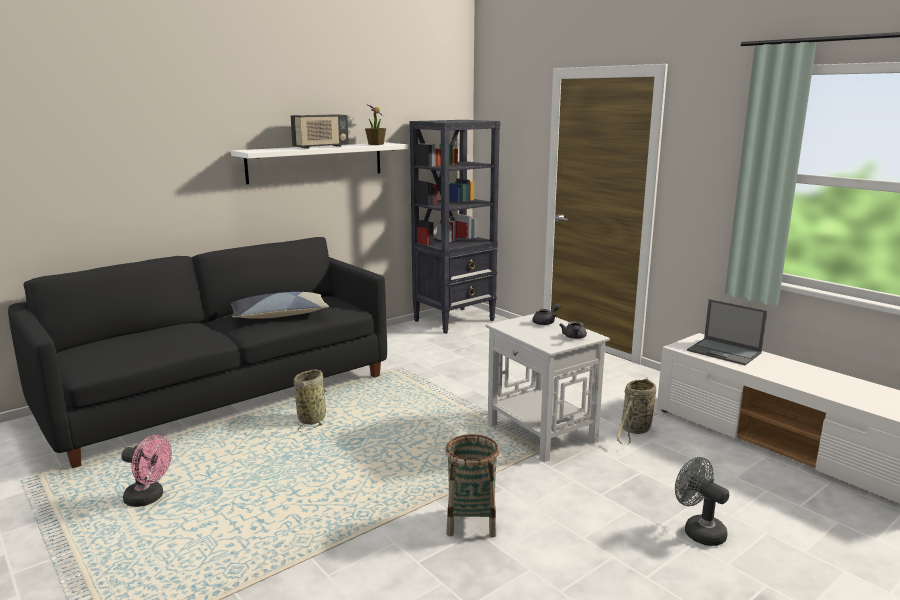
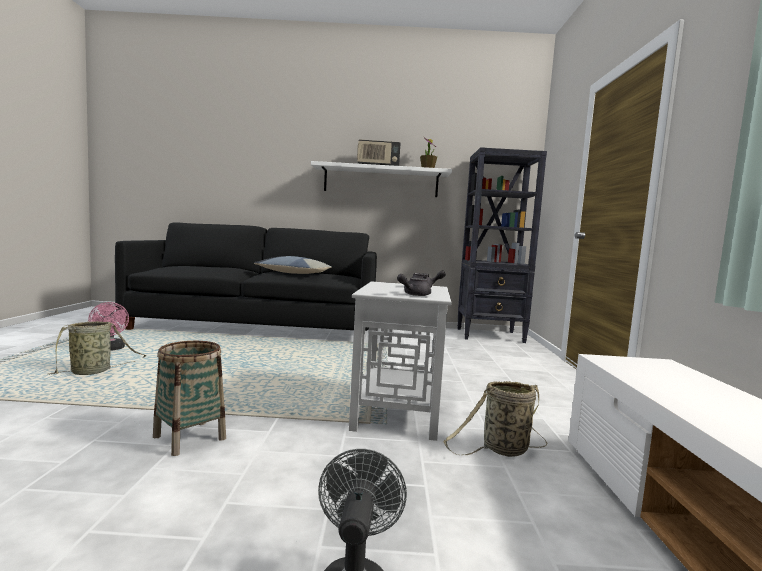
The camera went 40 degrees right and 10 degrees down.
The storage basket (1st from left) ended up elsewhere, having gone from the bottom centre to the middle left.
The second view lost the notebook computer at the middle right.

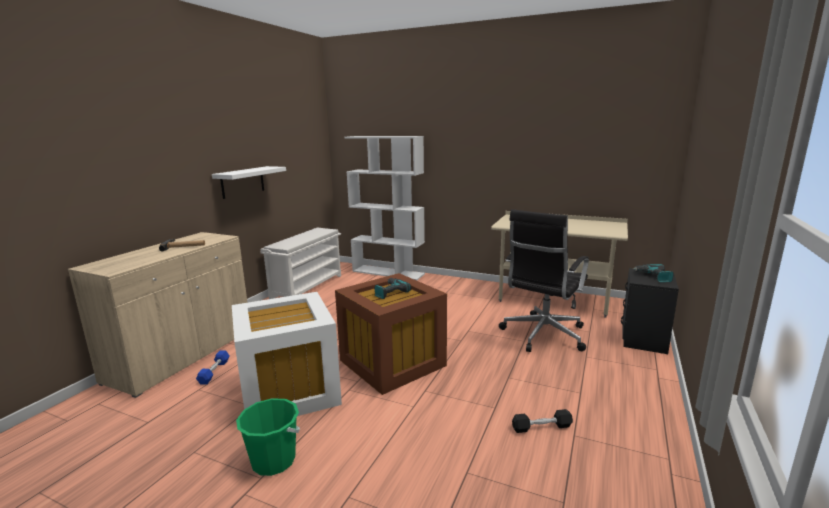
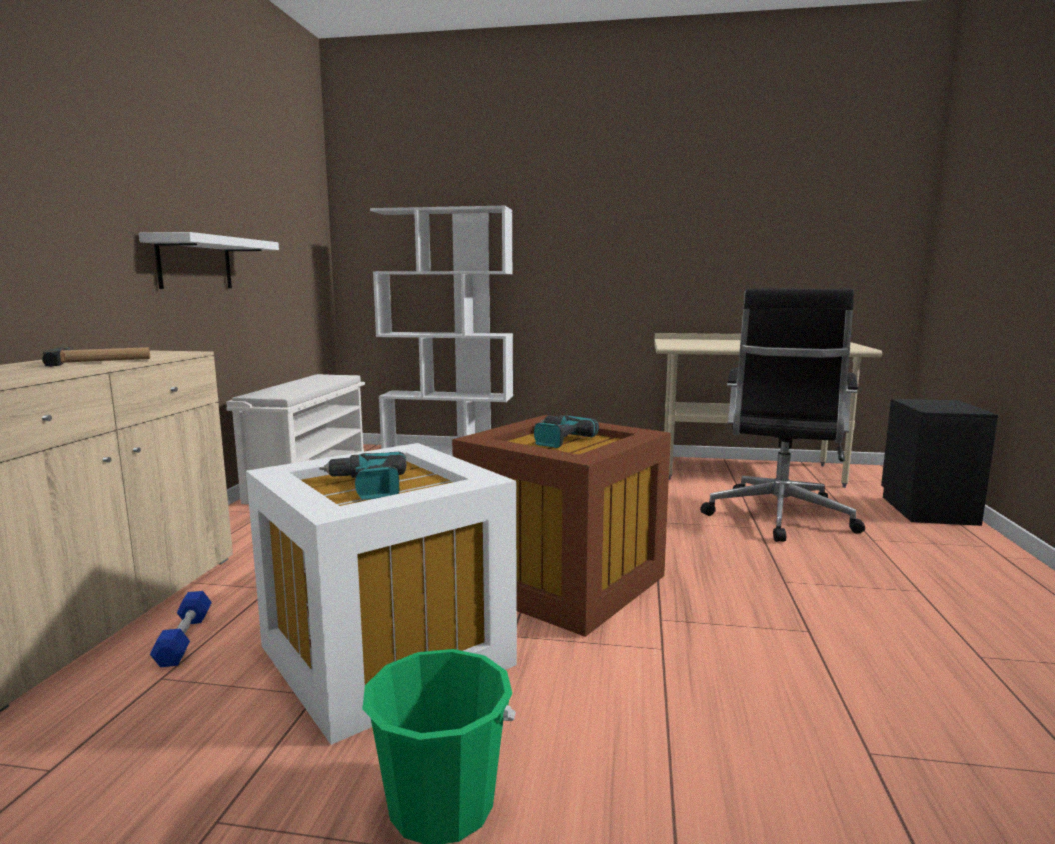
The camera went 15 degrees left and 5 degrees down.
The second view lost the hand weight (blackish) at the bottom centre.
The electric drill (2nd from left in the first image) ended up elsewhere, having gone from the middle right to the centre.

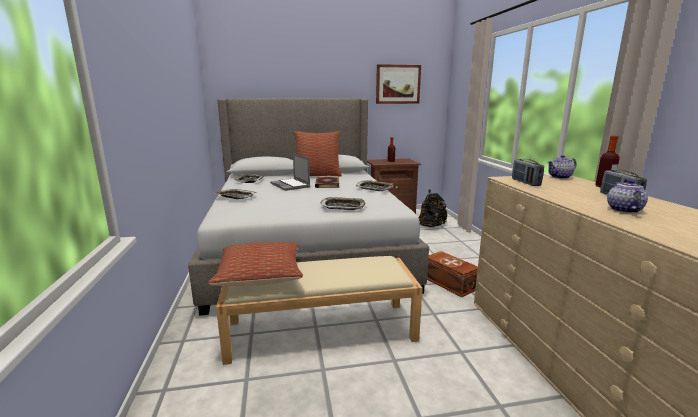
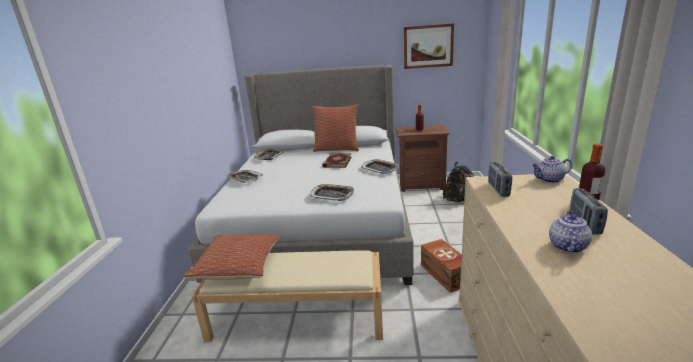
The camera went 15 degrees right and 5 degrees up.
The second view lost the notebook computer at the centre.

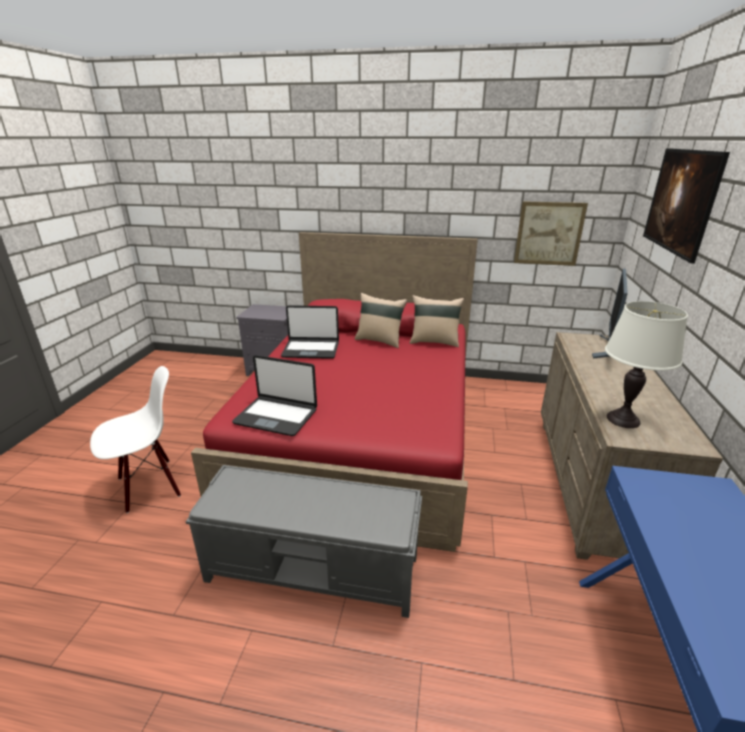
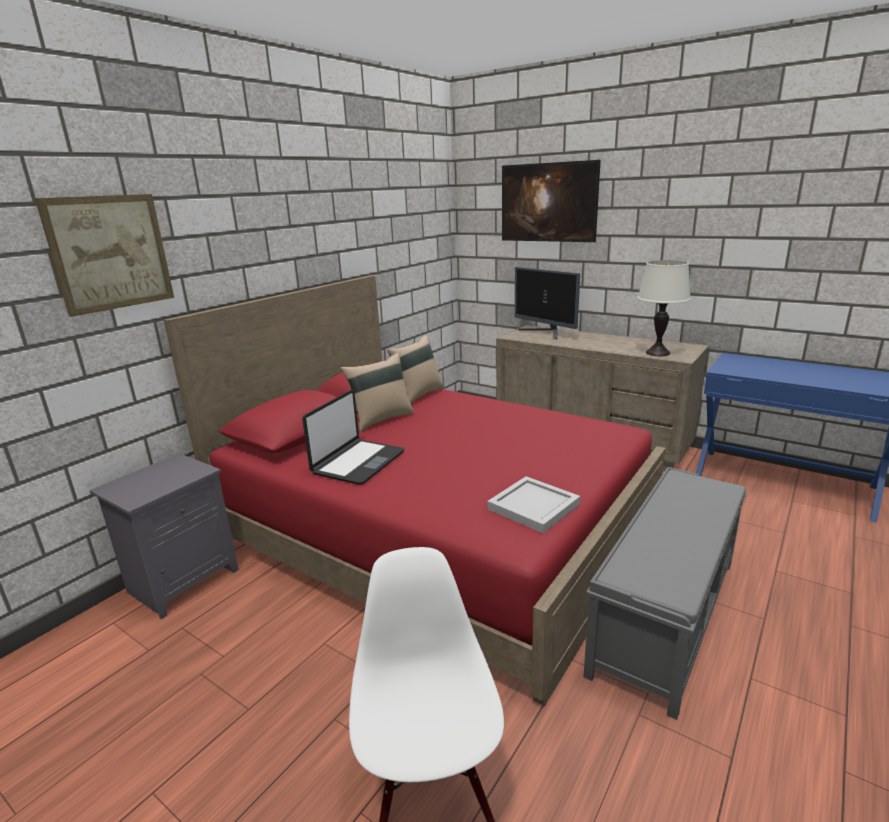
The camera went 65 degrees left and 5 degrees down.
Where the notebook computer (1st from left) stood at the centre, the serving tray (whitish) came to stand at the centre.
The wall art (1st from left) ended up elsewhere, having gone from the top right to the top left.

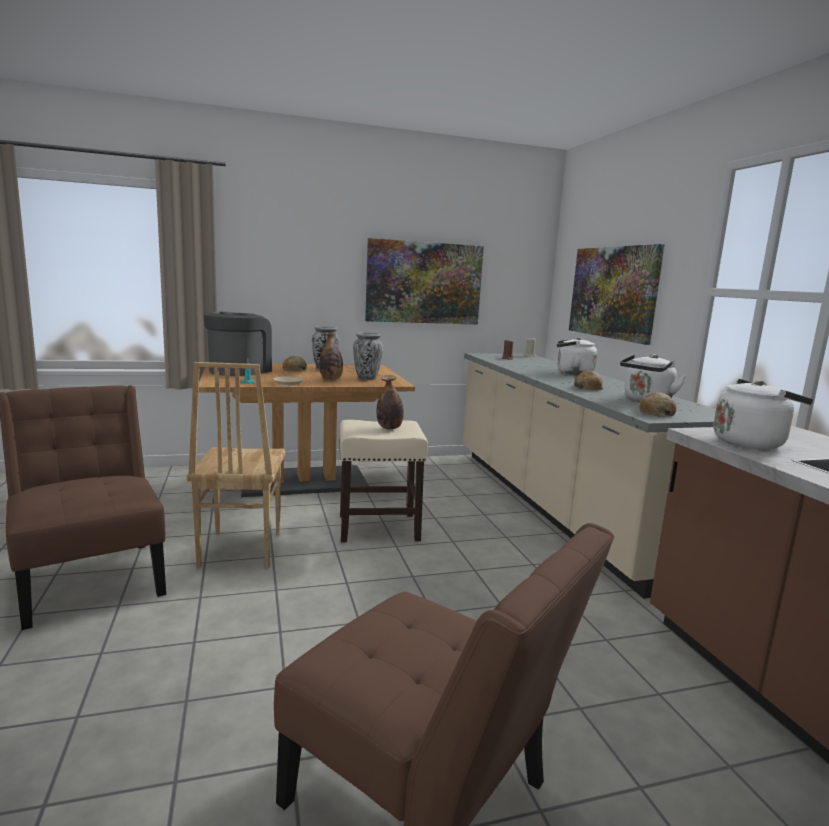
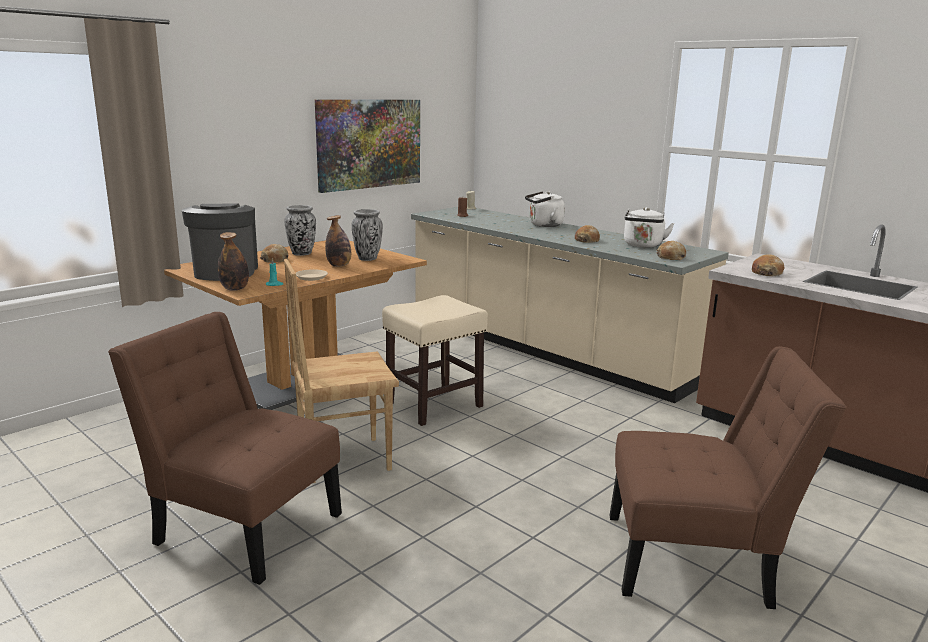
The camera went 30 degrees left and 5 degrees up.
The upright chair (brownish) (2nd from left) at the middle left ended up facing another way, 105 degrees clockwise from before.
The beverage bottle (2nd from left in the first image) ended up elsewhere, having gone from the centre to the middle left.
The second view lost the wall art (2nd from left) at the middle right.
Where the kettle (whitish) (3rd from left) stood at the middle right, the bread (4th from left) came to stand at the middle right.

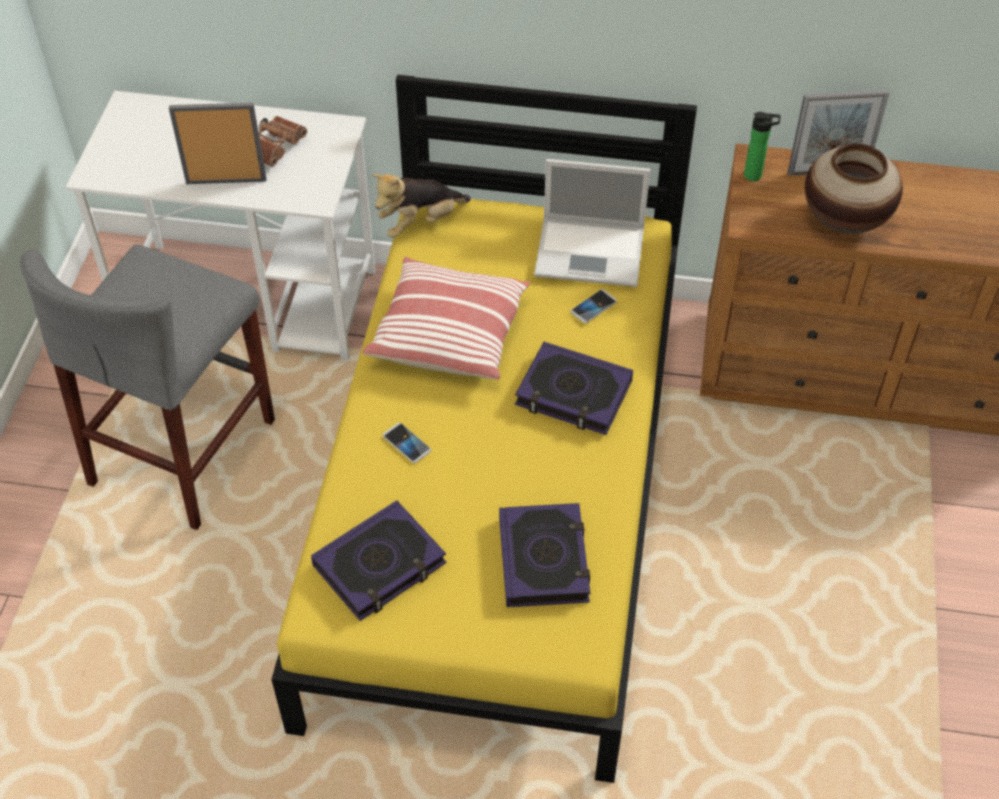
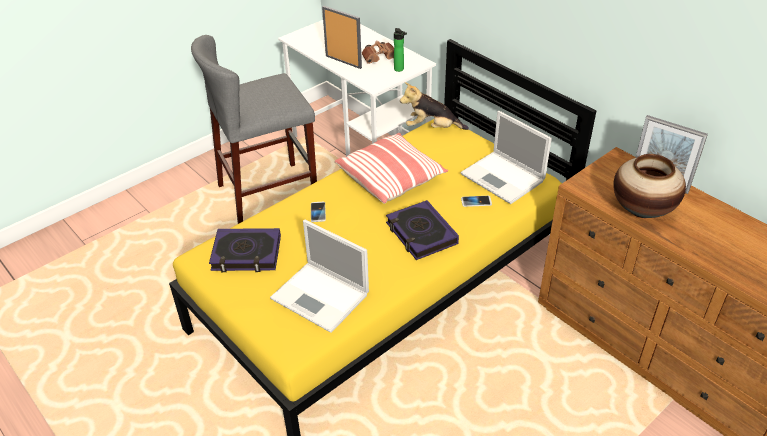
The camera went 40 degrees right and 10 degrees down.
Where the volume (2nd from left) stood at the bottom centre, the notebook computer (1st from left) came to stand at the centre.
The beverage bottle ended up elsewhere, having gone from the top right to the top centre.

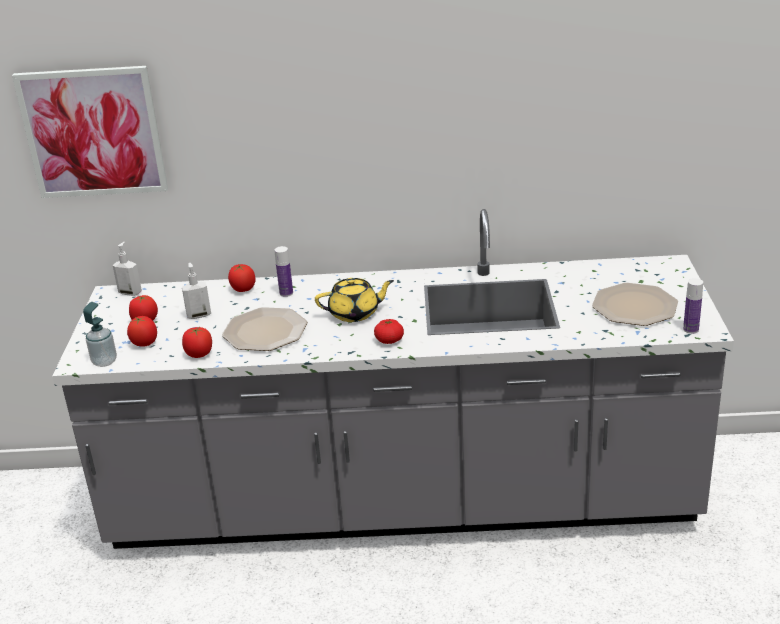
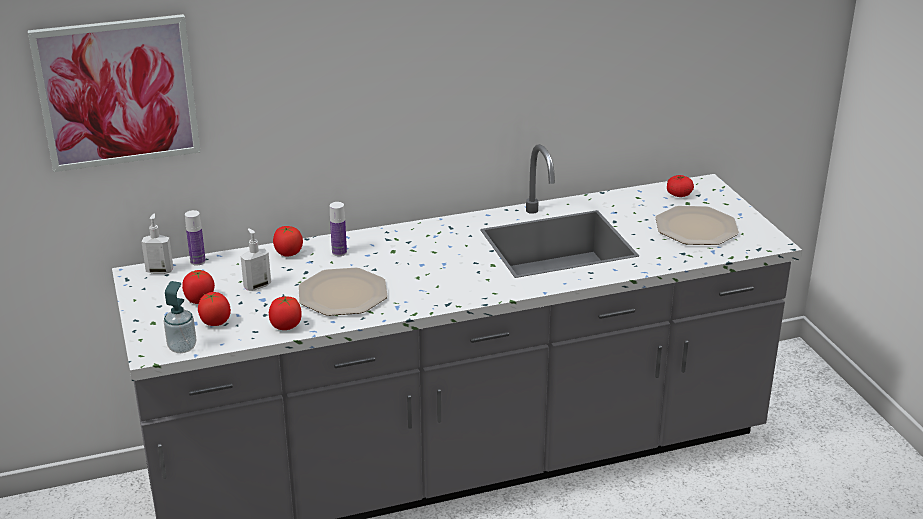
The camera went 20 degrees left and 0 degrees up.
The second view lost the tea pot (yellow-coloured) at the centre.
The whole tomato (5th from left) ended up elsewhere, having gone from the centre to the middle right.
The beverage bottle (2nd from left in the first image) ended up elsewhere, having gone from the middle right to the middle left.

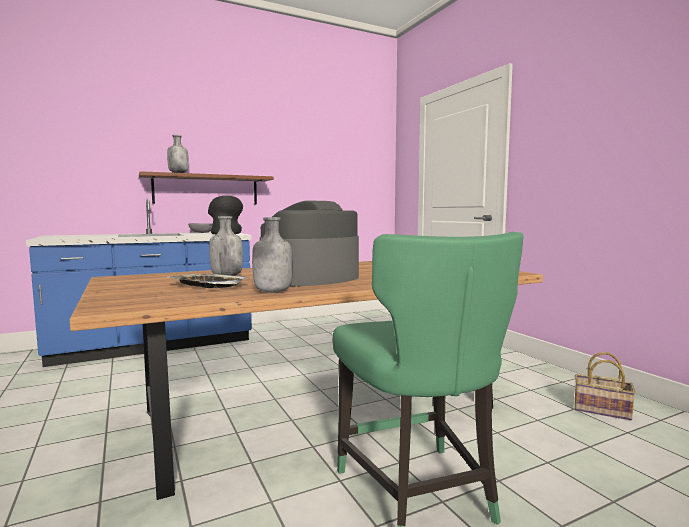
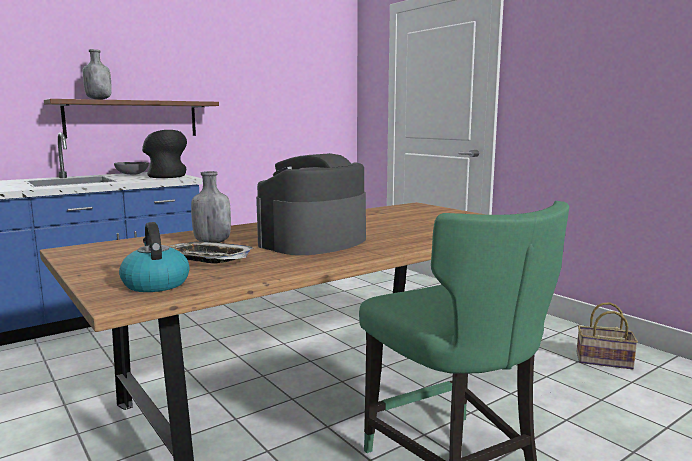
The camera went 10 degrees left and 5 degrees up.
The second view lost the beverage bottle (gray) (3rd from left) at the centre.
The second view gained the kettle at the middle left.

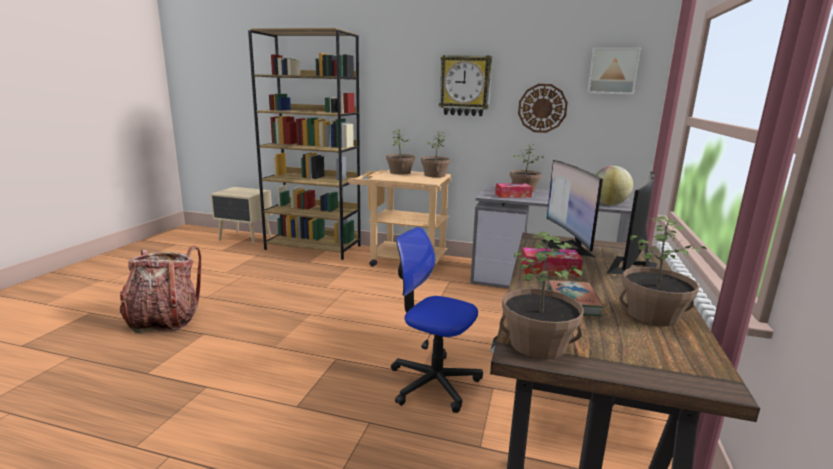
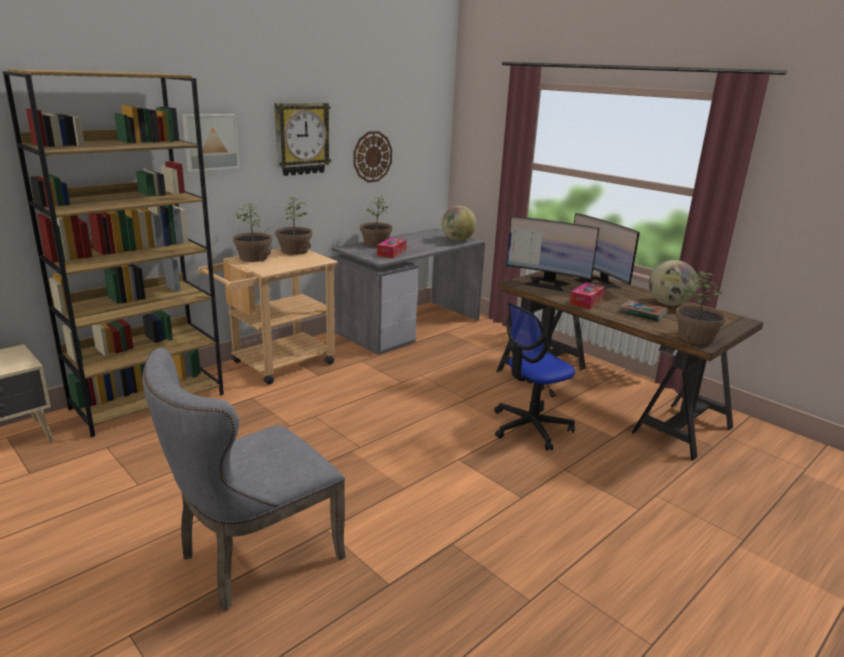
The camera went 60 degrees left and 5 degrees up.
Where the knapsack stood at the middle left, the upright chair (gray) came to stand at the bottom left.
The wall art ended up elsewhere, having gone from the top right to the top left.
Where the potted plant (5th from left) stood at the middle right, the globe (2nd from left) came to stand at the middle right.

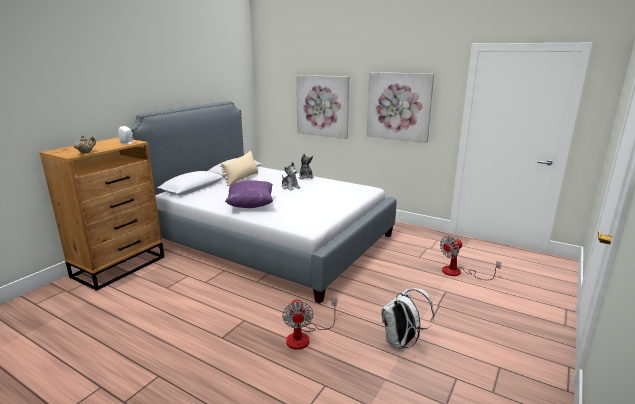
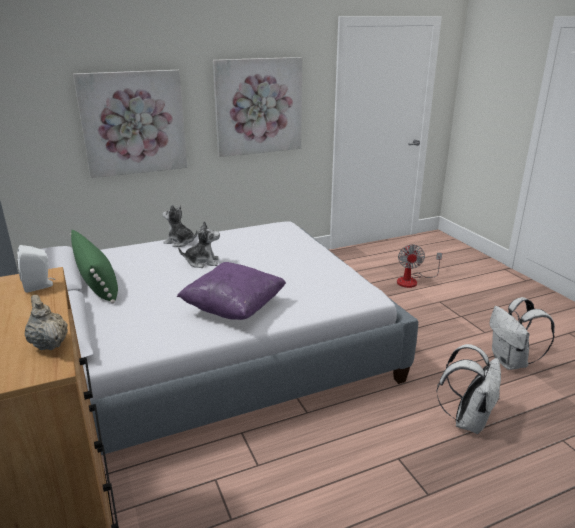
The camera went 55 degrees left and 5 degrees up.
What was the throw pillow (beige) at the centre turned into the throw pillow (green-coloured) at the middle left.
Where the electric fan (1st from left) stood at the bottom centre, the knapsack (whitish) (1st from left) came to stand at the bottom right.

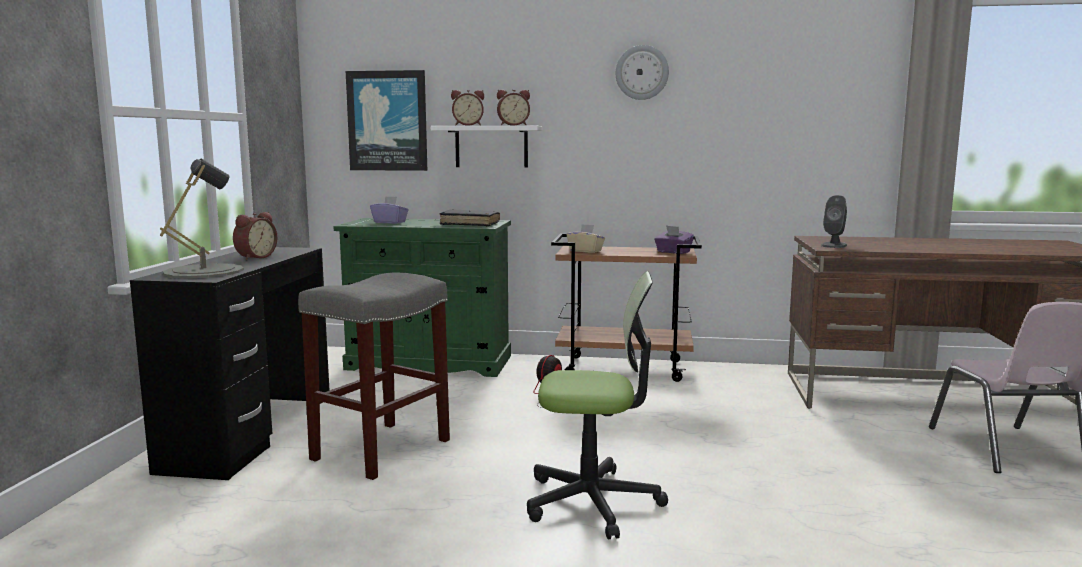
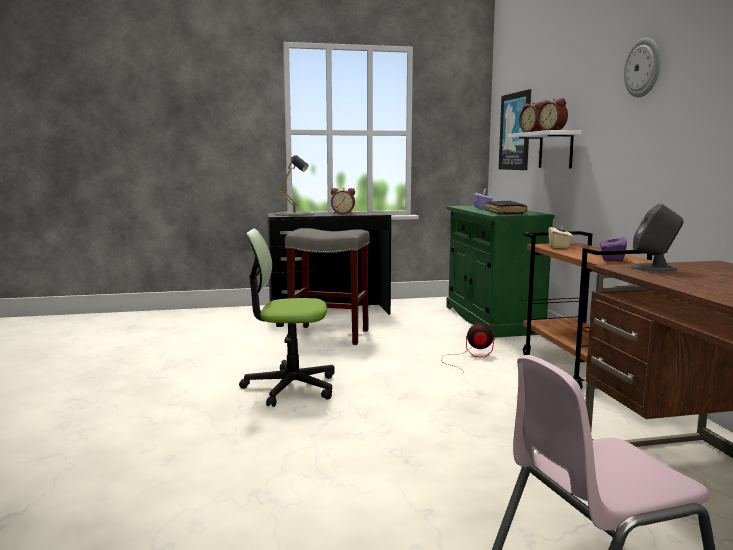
The camera went 70 degrees right and 0 degrees up.
The desk chair at the bottom centre ended up facing another way, 105 degrees clockwise from before.

